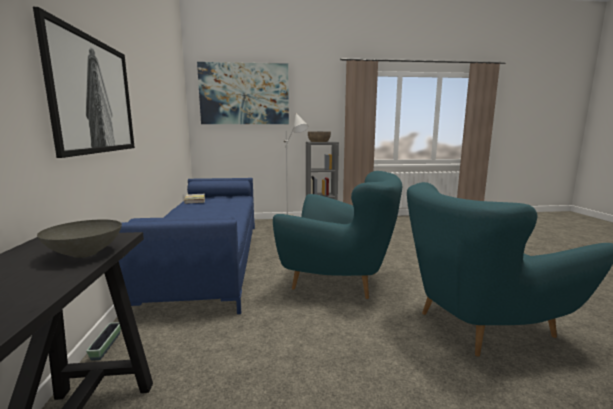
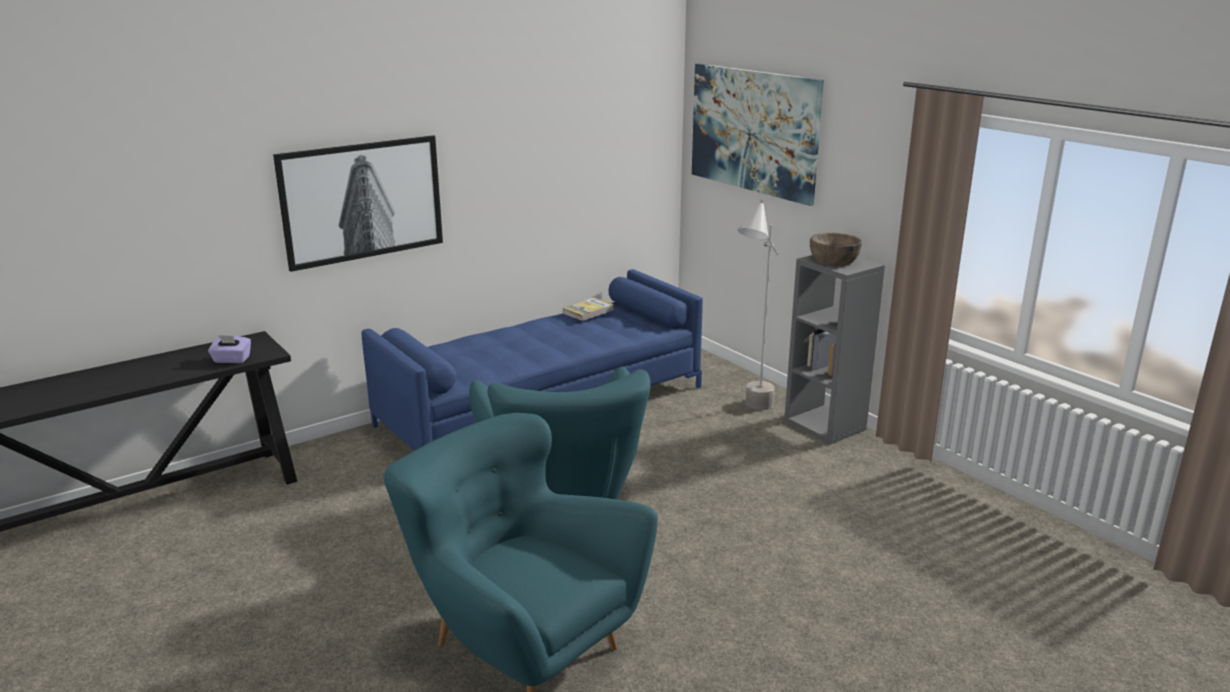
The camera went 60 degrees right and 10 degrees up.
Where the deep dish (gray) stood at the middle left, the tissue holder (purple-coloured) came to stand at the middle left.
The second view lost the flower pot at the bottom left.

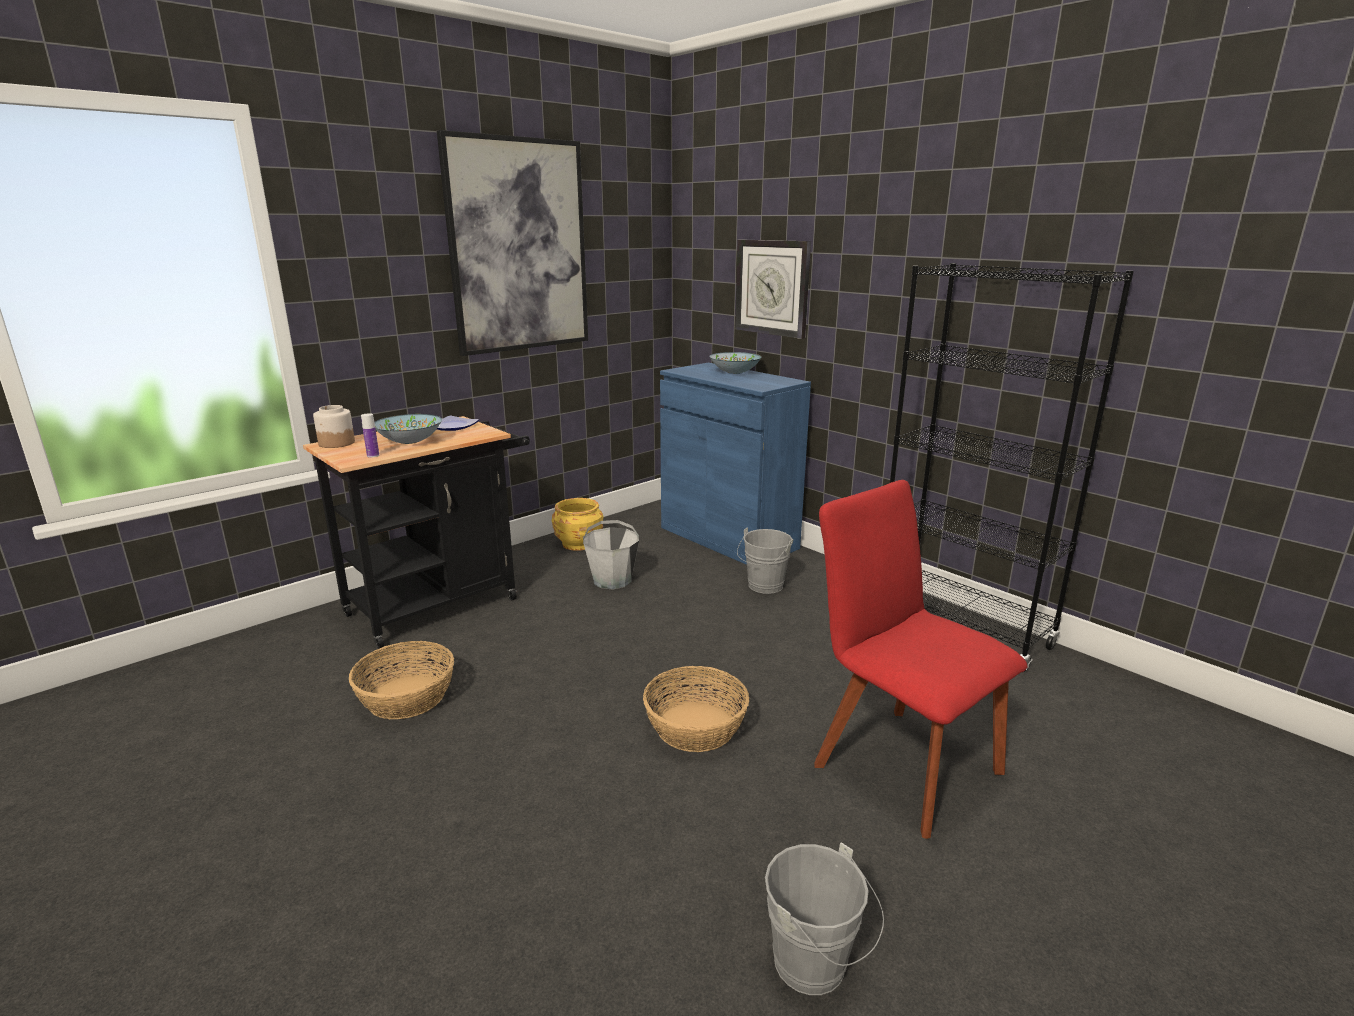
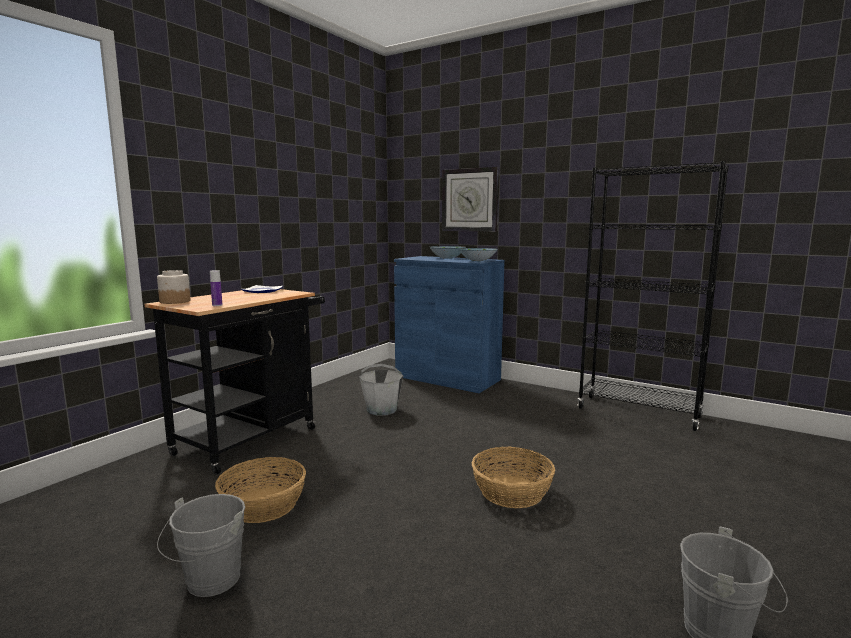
The camera went 15 degrees left and 10 degrees down.
The deep dish (1st from left in the first image) ended up elsewhere, having gone from the middle left to the centre.
The second view lost the wall art at the top centre.
The second view lost the flower pot (yellow-coloured) at the centre.
The water bucket (gray) (2nd from left in the first image) ended up elsewhere, having gone from the centre to the bottom left.
The second view lost the upright chair (red) at the middle right.

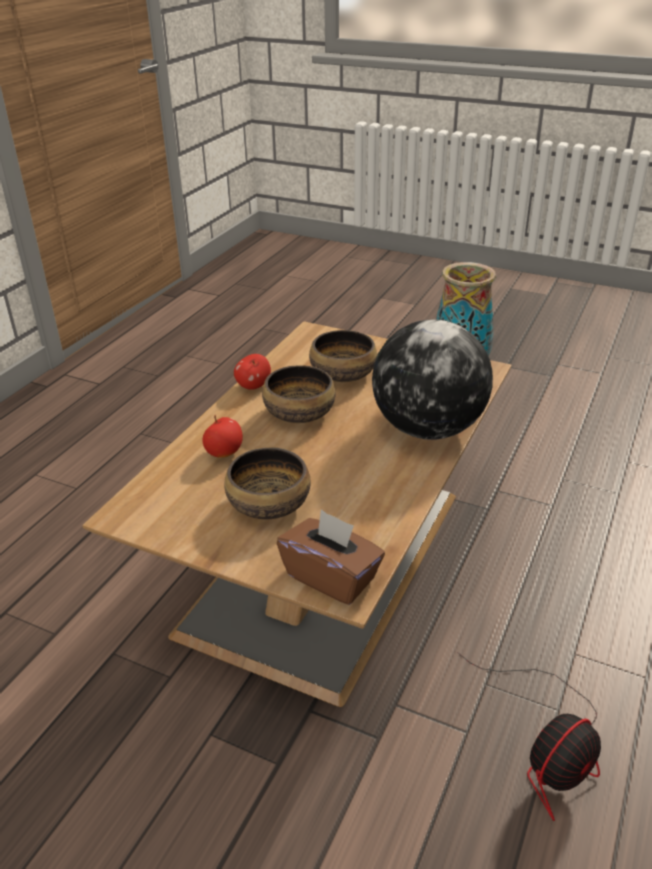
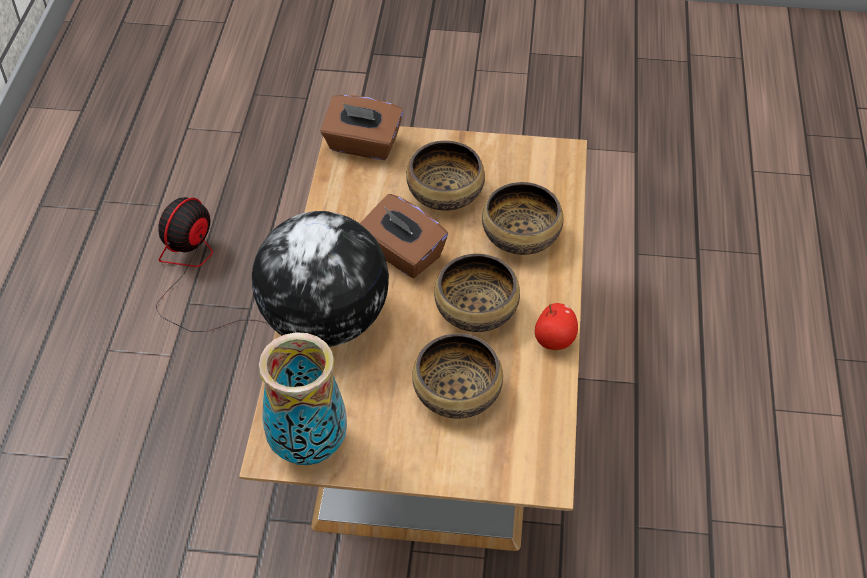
The camera went 160 degrees right and 15 degrees up.
Where the apple (1st from left) stood at the centre, the deep dish (4th from left) came to stand at the centre.
The second view gained the tissue holder (brownish) (2nd from left) at the centre.

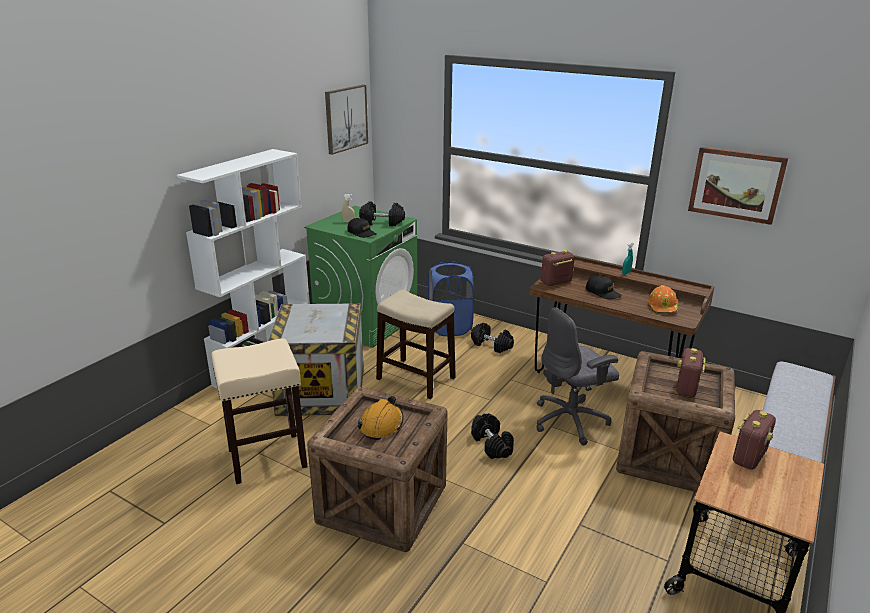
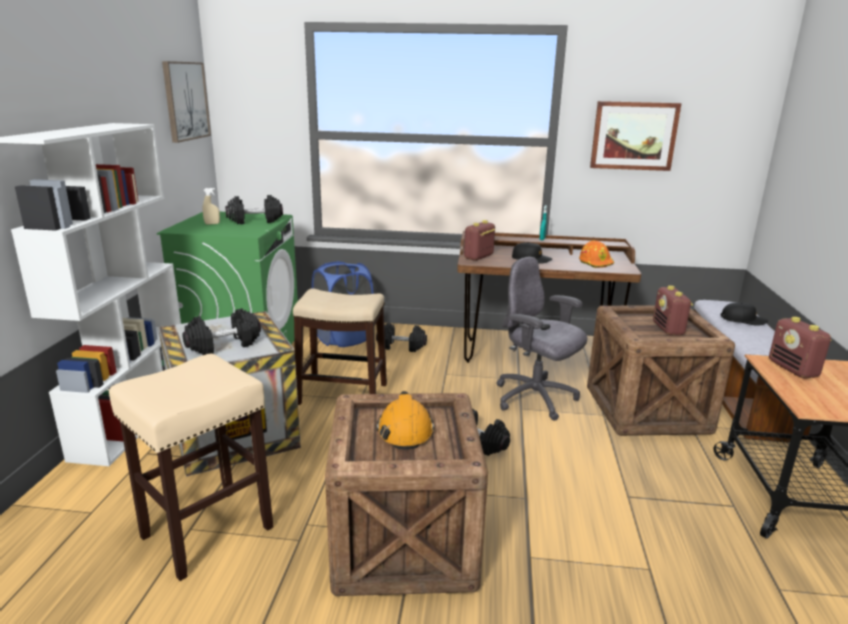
The camera went 25 degrees left and 5 degrees down.
The peaked cap (blackish) (1st from left in the first image) ended up elsewhere, having gone from the centre to the middle right.
The desk chair (gray) at the centre ended up facing another way, 90 degrees clockwise from before.
The radio set (3rd from left) at the bottom right ended up facing another way, 150 degrees clockwise from before.
The second view gained the hand weight (blackish) (1st from left) at the middle left.

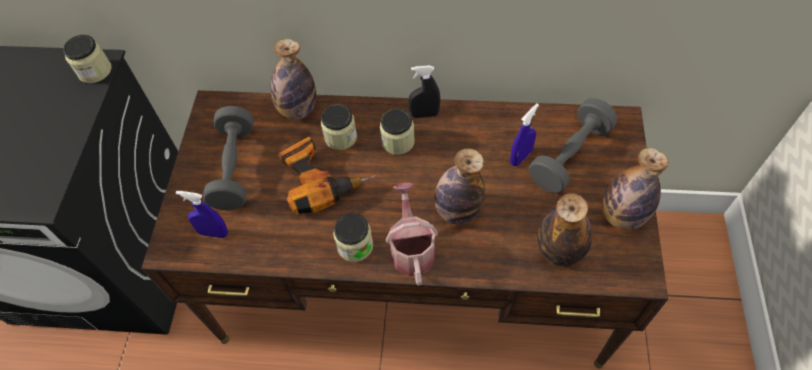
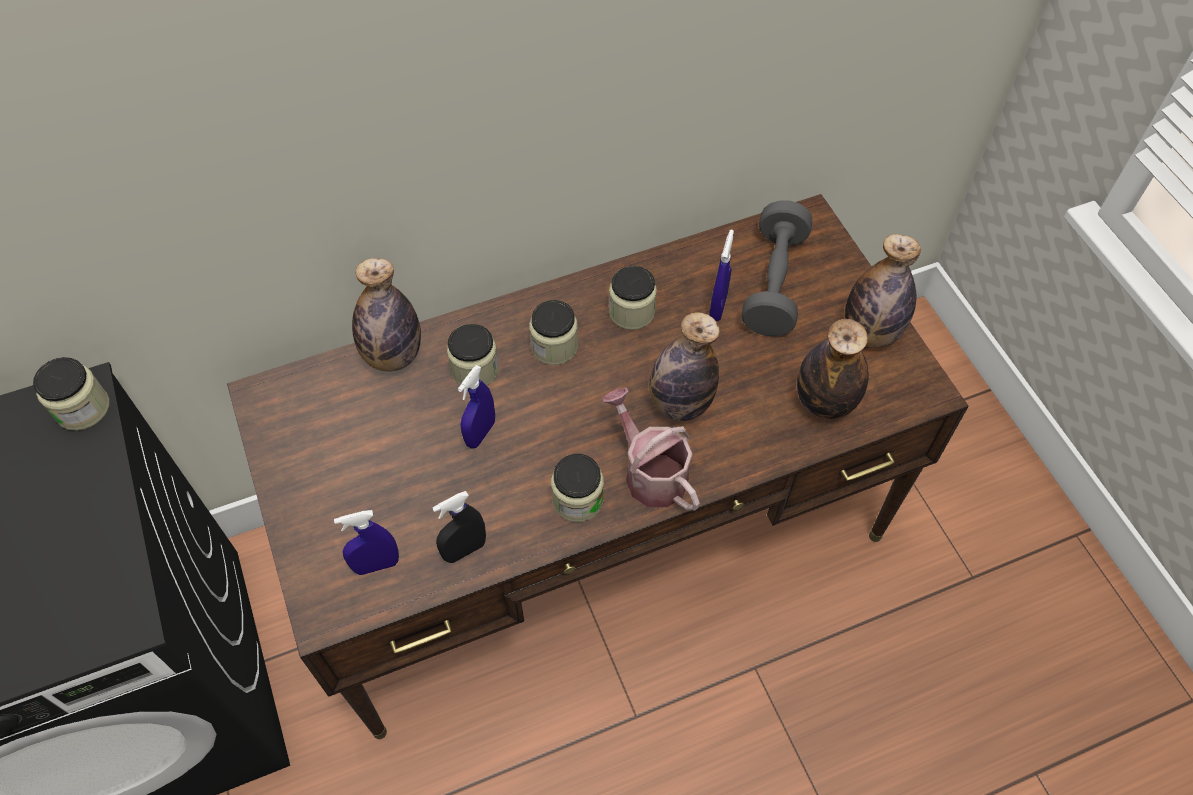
The camera went 30 degrees left and 0 degrees up.
The second view lost the hand weight (gray) (1st from left) at the middle left.
Where the electric drill stood at the centre, the sprayer (blue-coloured) (2nd from left) came to stand at the centre.
The sprayer (blackish) ended up elsewhere, having gone from the top centre to the centre.
The second view gained the jar (5th from left) at the centre.

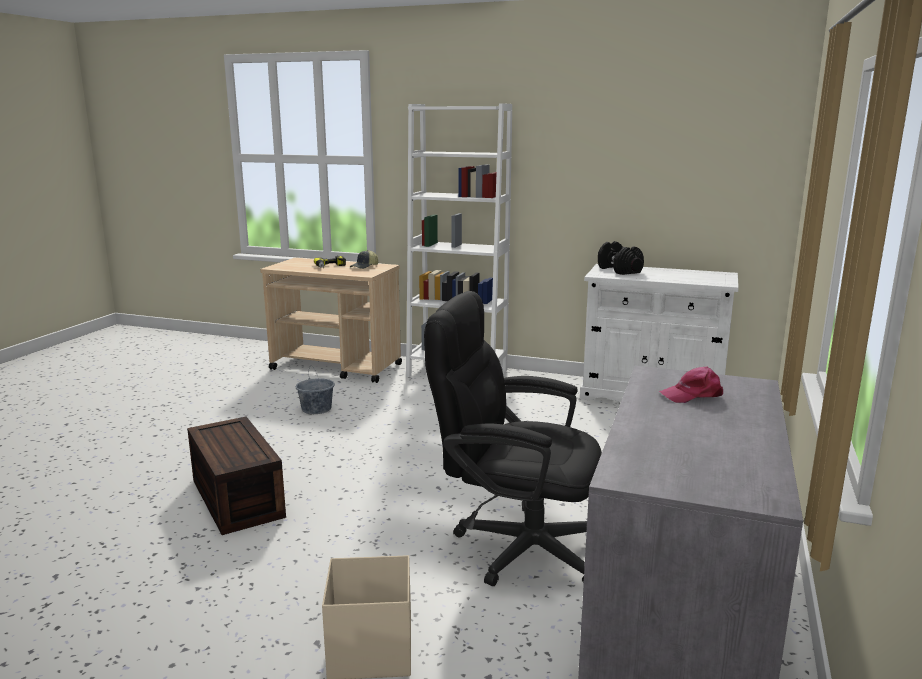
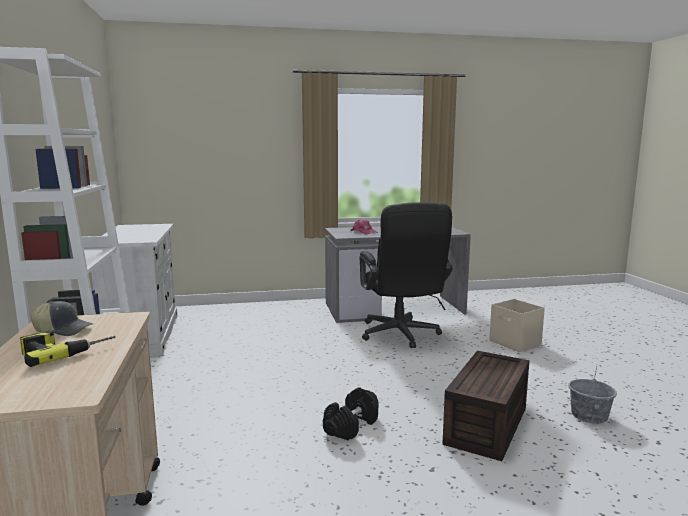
The camera went 120 degrees left and 5 degrees down.
The water bucket (gray) ended up elsewhere, having gone from the centre to the bottom right.
The hand weight (blackish) ended up elsewhere, having gone from the middle right to the bottom centre.

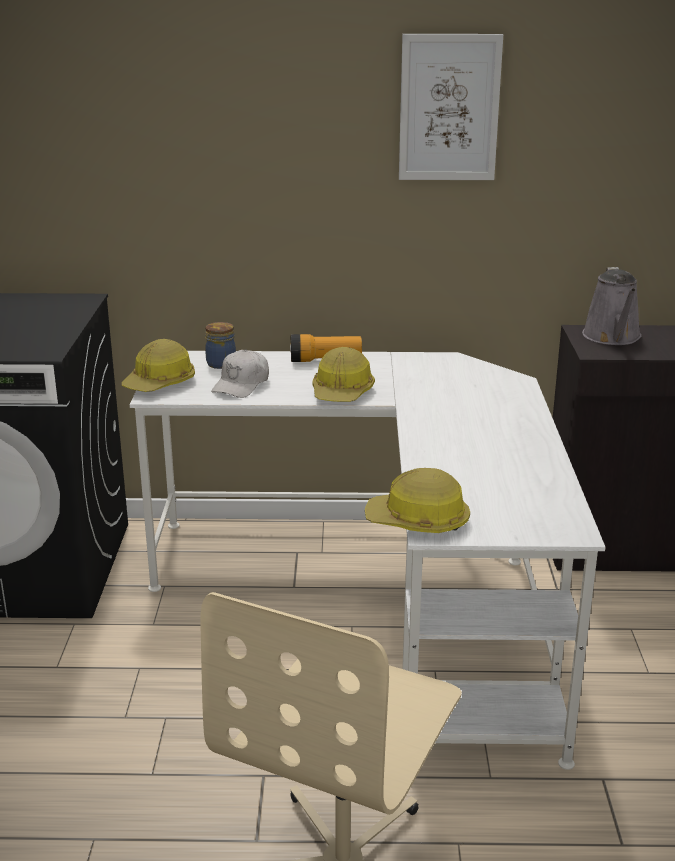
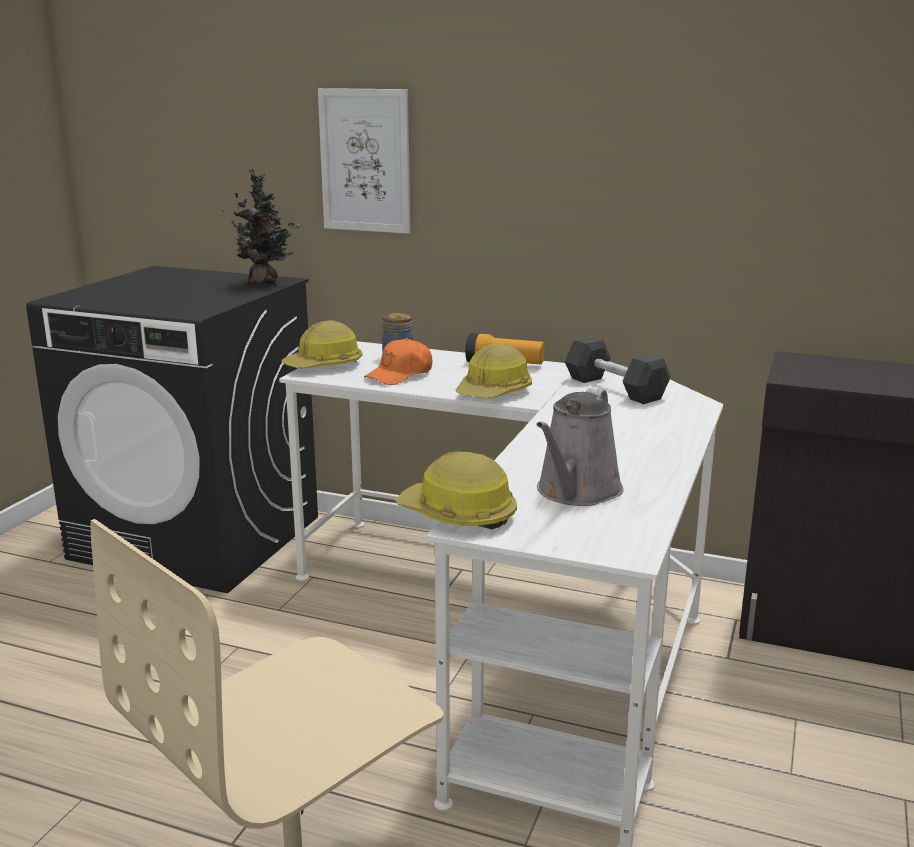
The camera went 20 degrees right and 5 degrees down.
What was the peaked cap (whitish) at the centre turned into the peaked cap (orange-coloured) at the centre.
The wall art ended up elsewhere, having gone from the top right to the top centre.
The watering can (gray) ended up elsewhere, having gone from the middle right to the centre.
The second view gained the potted plant at the top left.
The second view gained the hand weight (gray) at the middle right.

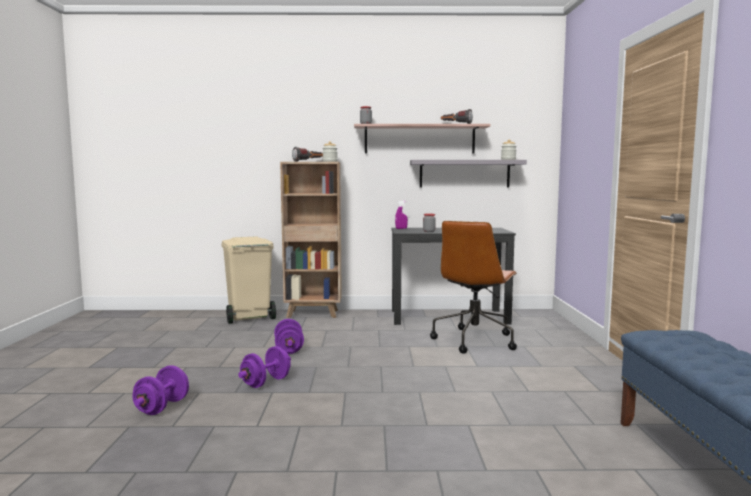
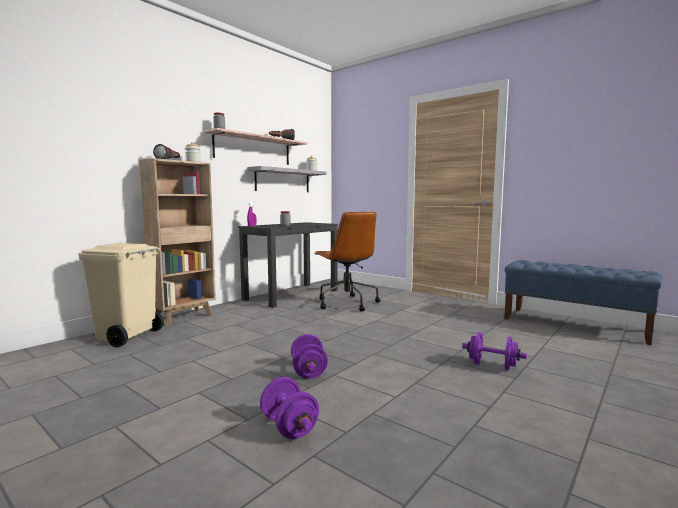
The camera went 50 degrees left and 0 degrees up.
The hand weight (purple-coloured) (3rd from left) ended up elsewhere, having gone from the bottom centre to the bottom right.

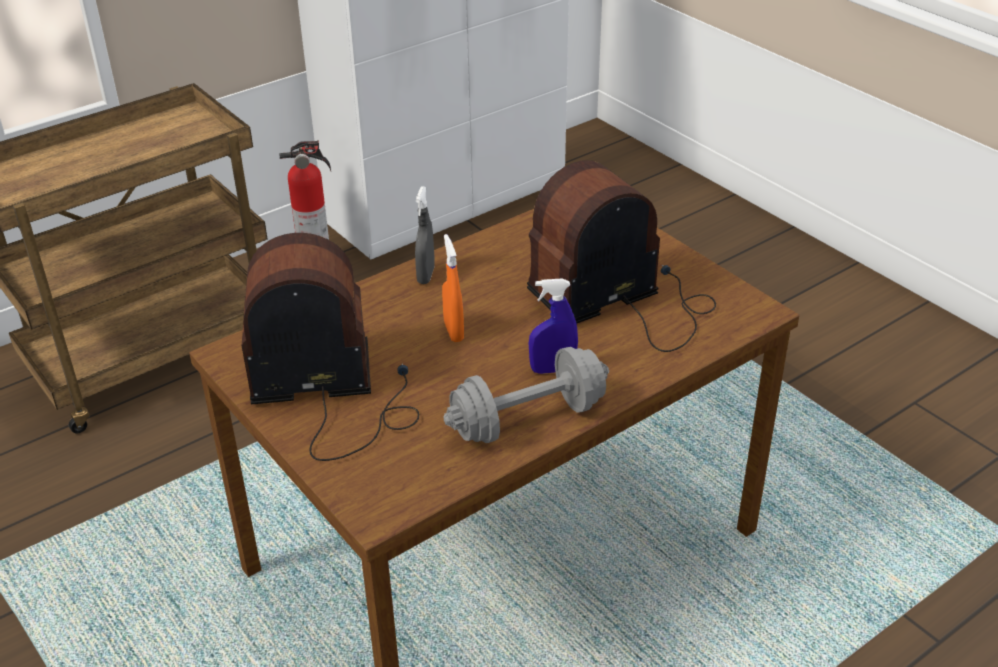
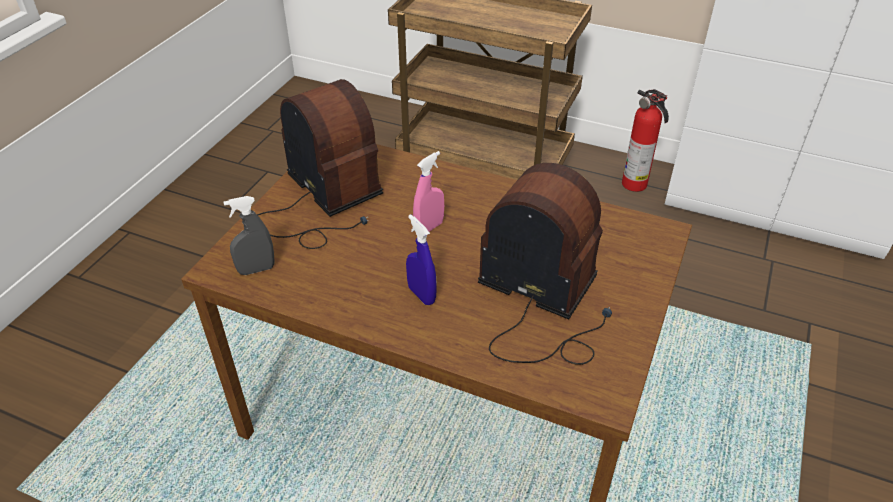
The camera went 60 degrees right and 5 degrees up.
The sprayer (gray) ended up elsewhere, having gone from the centre to the middle left.
What was the sprayer (orange-coloured) at the centre turned into the sprayer (pink) at the centre.
The second view lost the hand weight (gray) at the centre.

